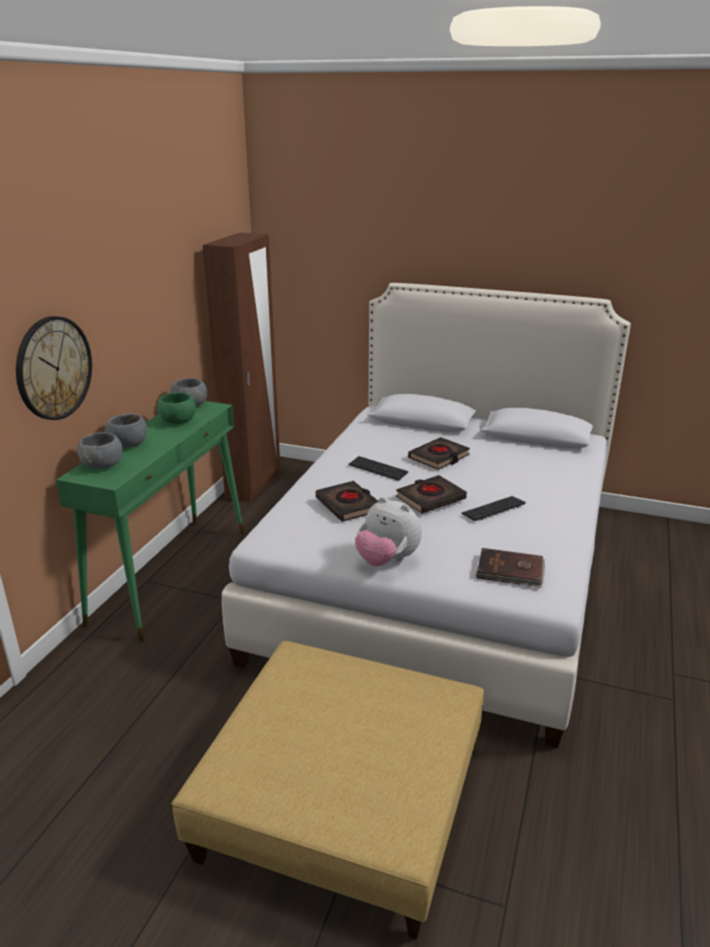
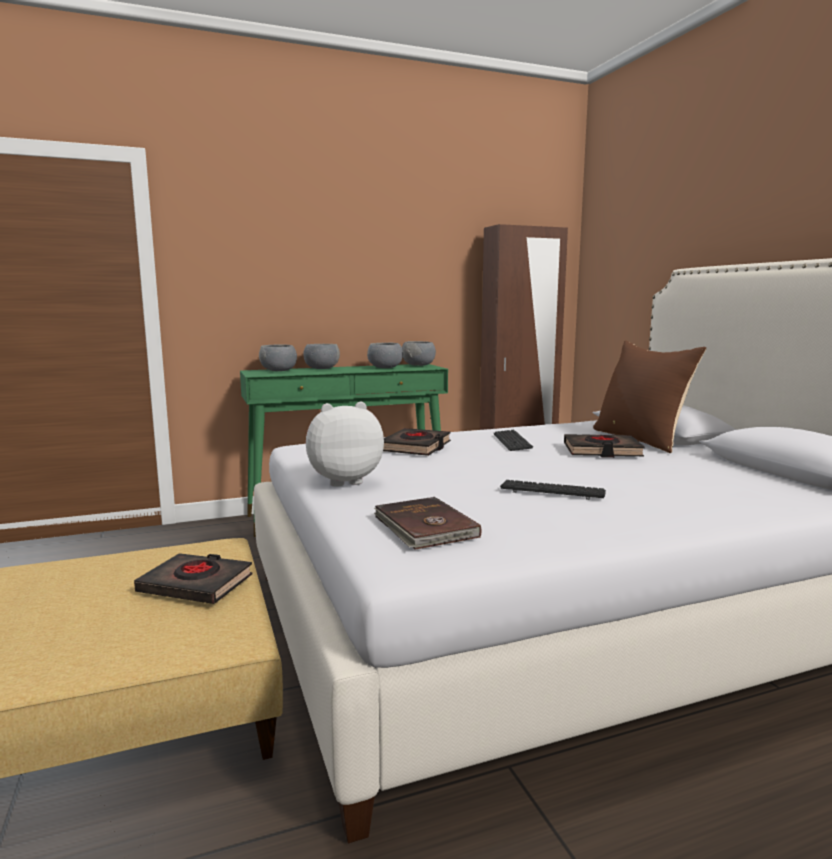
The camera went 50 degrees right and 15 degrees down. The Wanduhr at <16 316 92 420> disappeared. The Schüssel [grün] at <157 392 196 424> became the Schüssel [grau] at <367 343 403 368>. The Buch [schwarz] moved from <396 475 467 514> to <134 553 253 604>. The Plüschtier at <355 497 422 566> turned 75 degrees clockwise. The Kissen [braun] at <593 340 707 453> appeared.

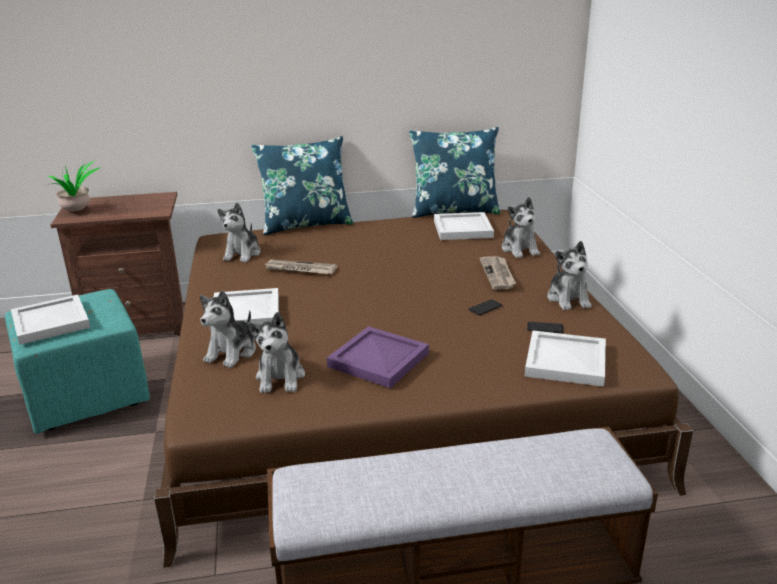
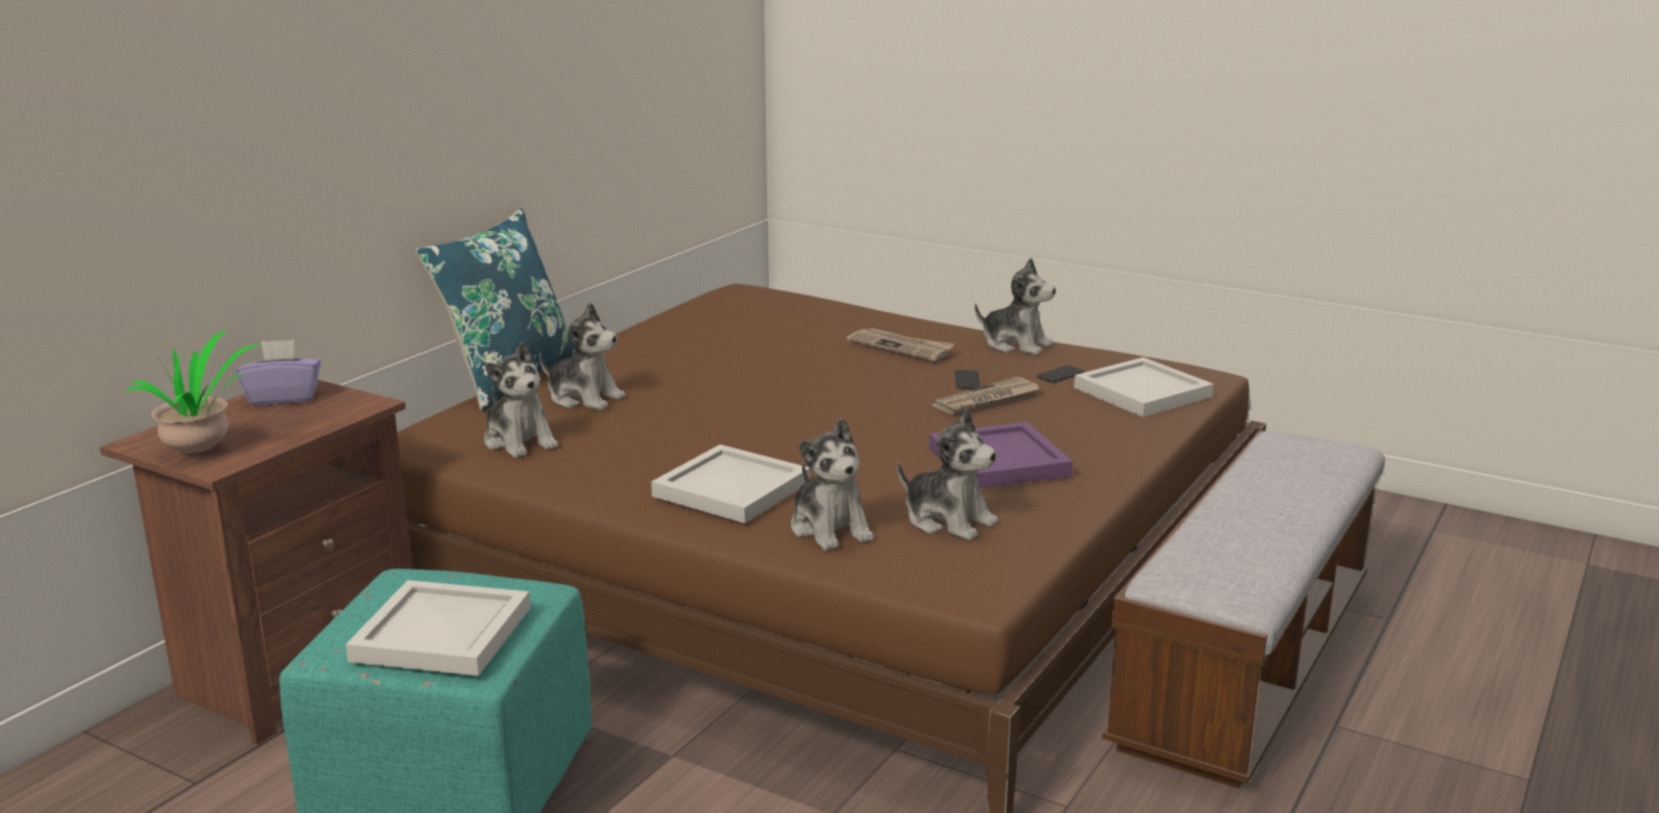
The camera went 50 degrees left and 5 degrees down. The Kissen [blau] at <409 127 501 218> disappeared. The Plüschtier moved from <502 197 540 258> to <539 303 625 410>. The Tablett [weiß] at <434 212 494 240> disappeared. The Zeitung moved from <265 259 337 274> to <931 377 1039 415>. The Taschentuchbox [lila] at <236 339 321 405> appeared.

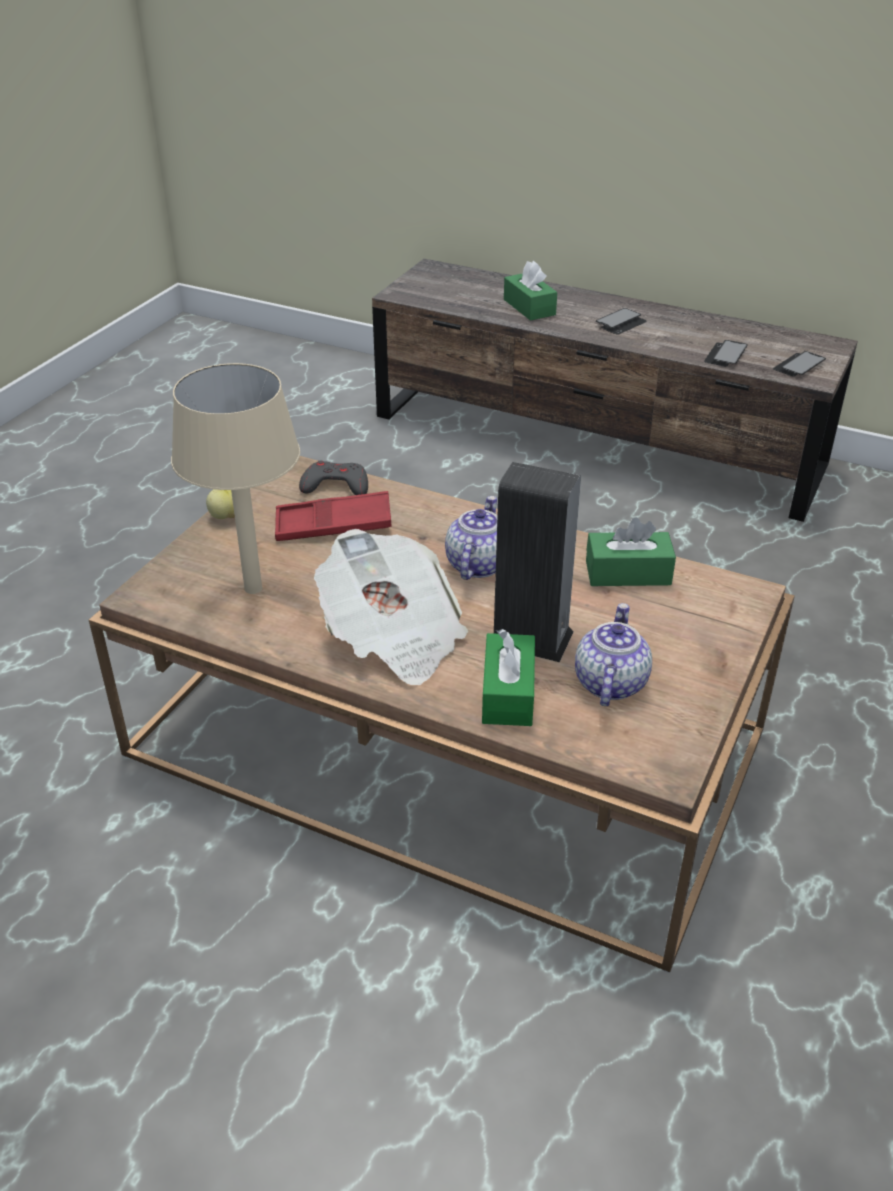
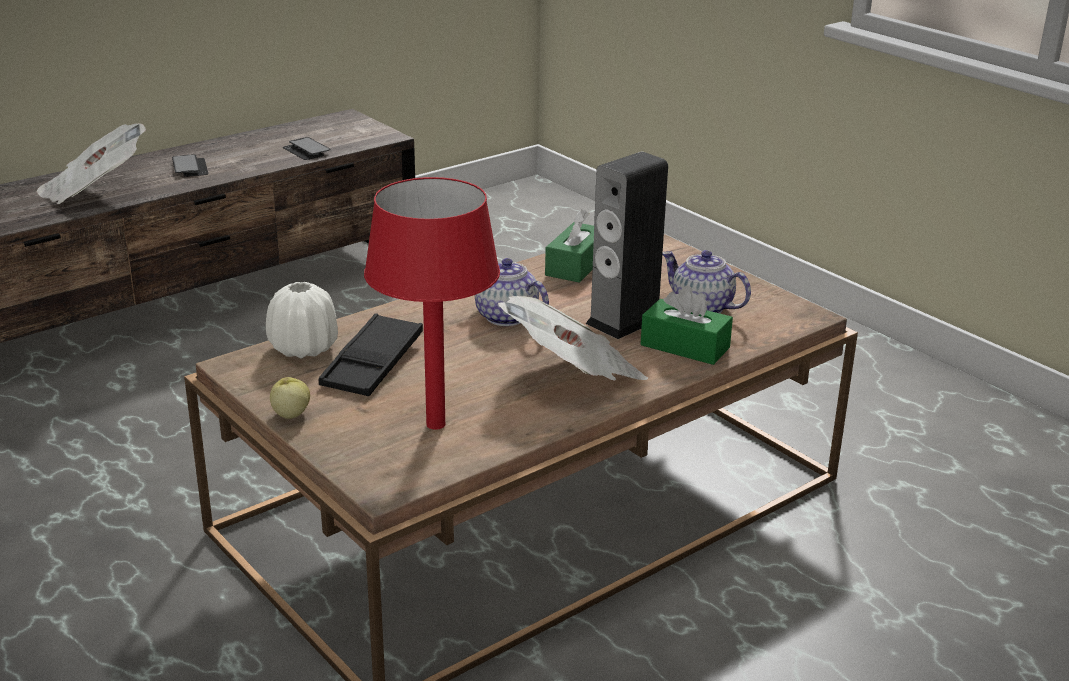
The camera went 65 degrees left and 10 degrees down. The Taschentuchbox [grün] at <504 261 557 321> was replaced by the Zeitung at <37 123 146 204>. The Handy at <773 351 826 376> disappeared. The Tischlampe [beige] at <171 363 300 594> became the Tischlampe [rot] at <364 177 500 430>. The Gamepad [grau] at <299 460 368 495> was replaced by the Vase [weiß] at <266 282 338 359>. The Tablett [rot] at <275 491 392 541> became the Tablett [schwarz] at <319 313 423 396>.

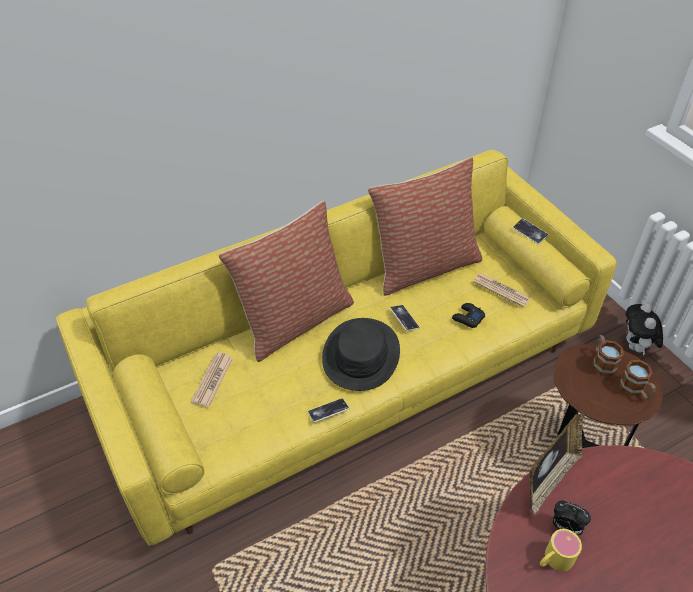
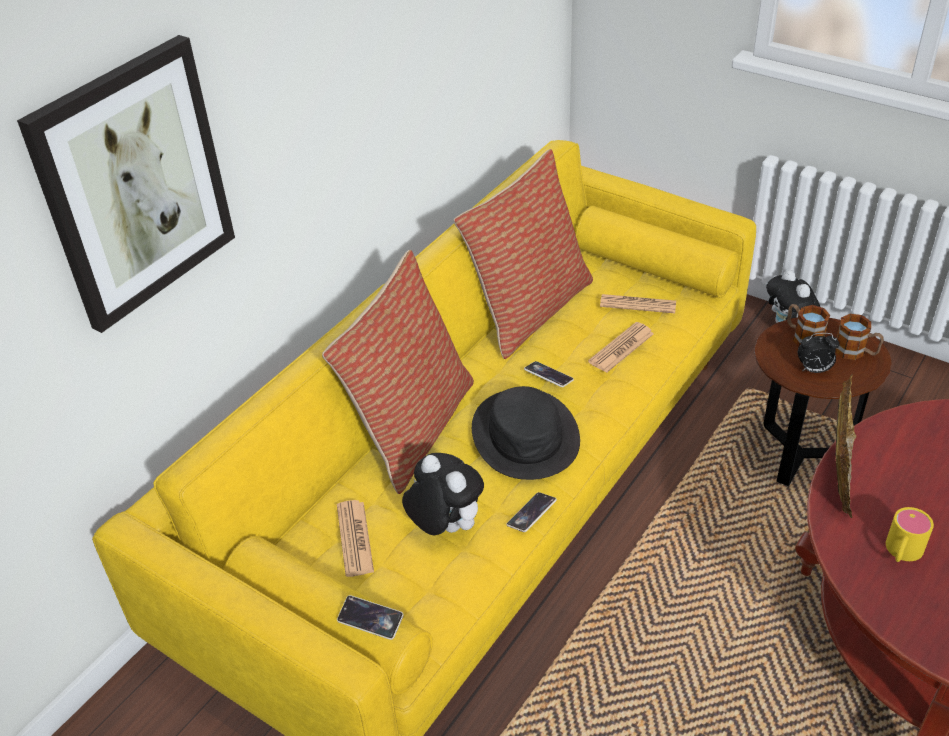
The camera went 25 degrees left and 5 degrees down. The Handy moved from <513 218 548 244> to <337 595 404 640>. The Gamepad [schwarz] at <452 303 485 328> was replaced by the Zeitung at <588 322 654 373>. The Wecker moved from <553 500 591 536> to <798 333 840 373>. The Bild at <17 35 235 333> appeared. The Plüschtier at <402 453 484 535> appeared.

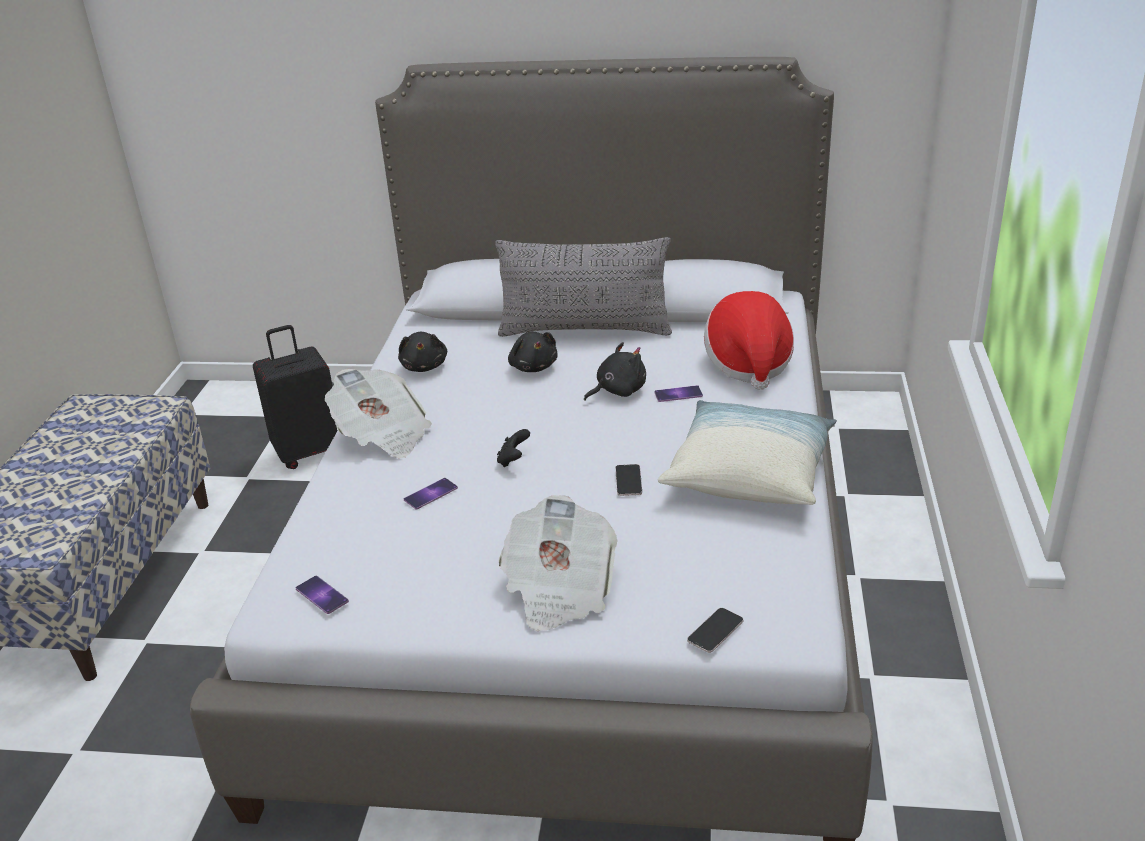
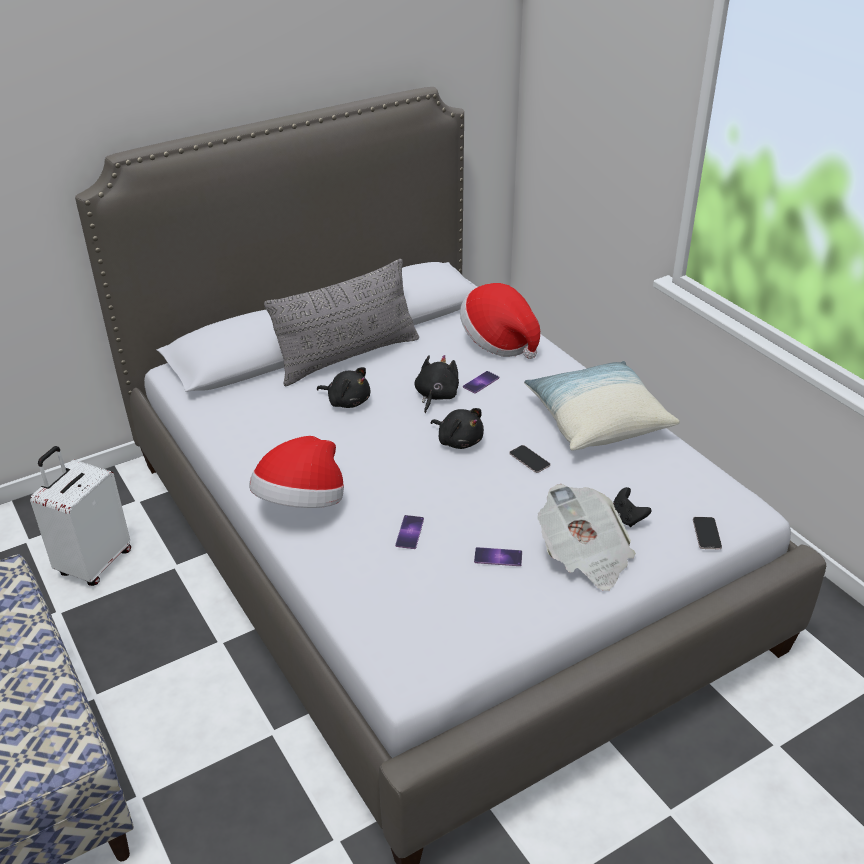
The camera went 40 degrees left and 5 degrees up. The Koffer [schwarz] at <253 325 338 469> became the Koffer [weiß] at <30 446 131 586>. The Plüschtier [schwarz] moved from <398 332 447 372> to <431 408 484 449>. The Zeitung at <325 368 432 458> was replaced by the Hut at <249 436 344 508>. The Gamepad [schwarz] moved from <497 429 530 467> to <613 487 652 527>. The Handy moved from <296 576 349 614> to <474 547 522 566>.

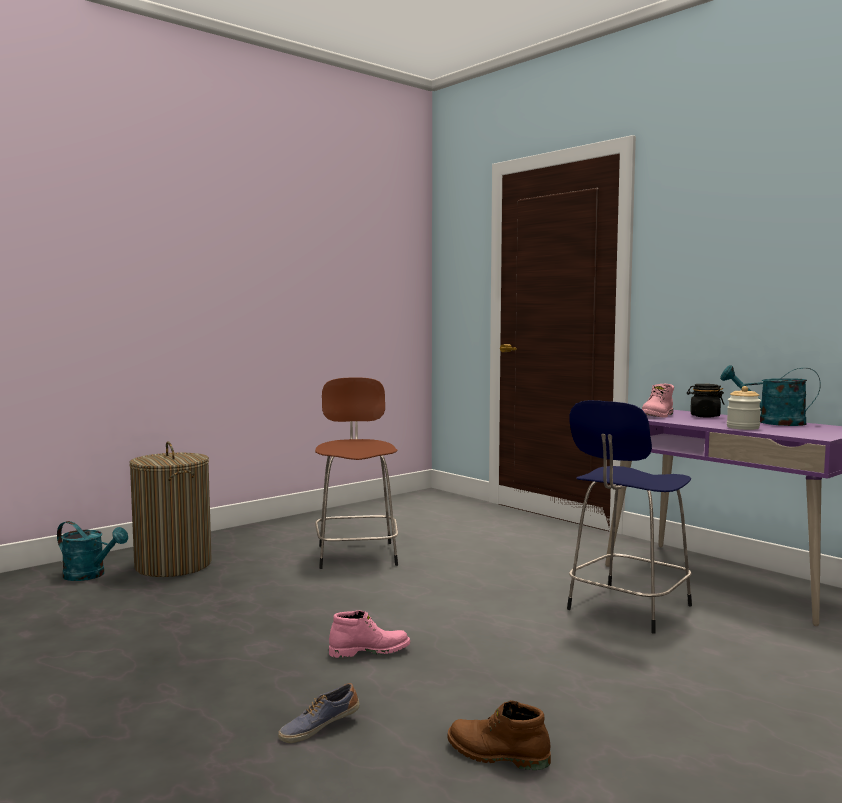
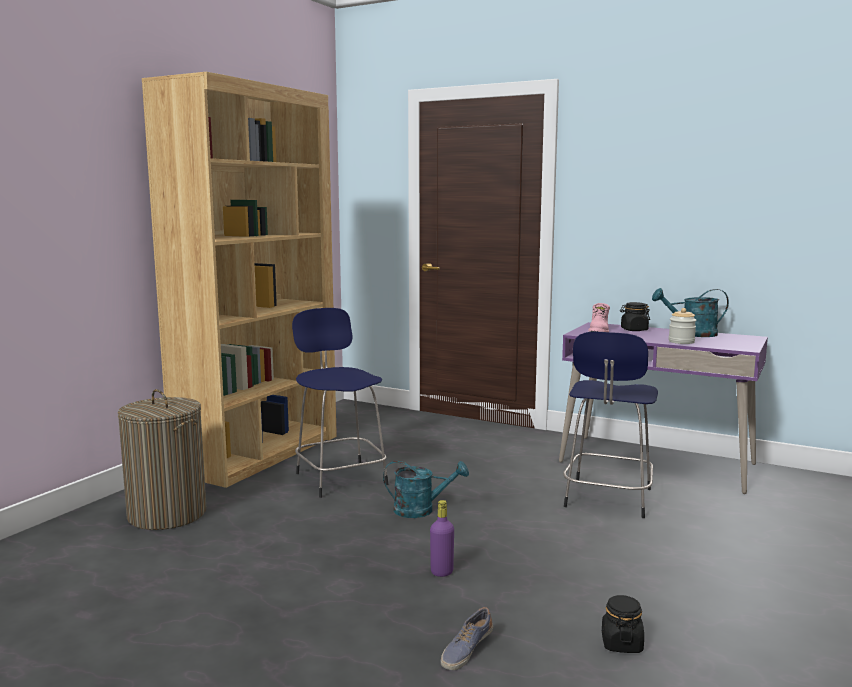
The camera went 20 degrees left and 5 degrees up. The Hocker [braun] at <315 378 398 569> became the Hocker [blau] at <292 308 388 498>. The Gießkanne [türkis] moved from <57 521 128 581> to <383 461 469 518>. The Stiefel [rosa] at <329 610 410 658> was replaced by the Flasche [lila] at <430 500 454 577>. The Stiefel [braun] at <447 700 551 770> was replaced by the Vorratsglas [schwarz] at <602 595 644 653>. The Bücherregal [braun] at <142 72 337 488> appeared.

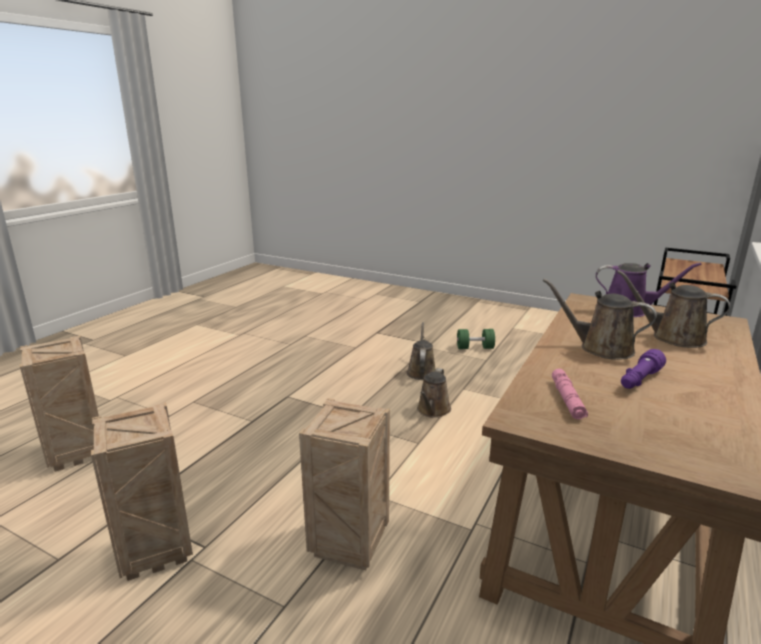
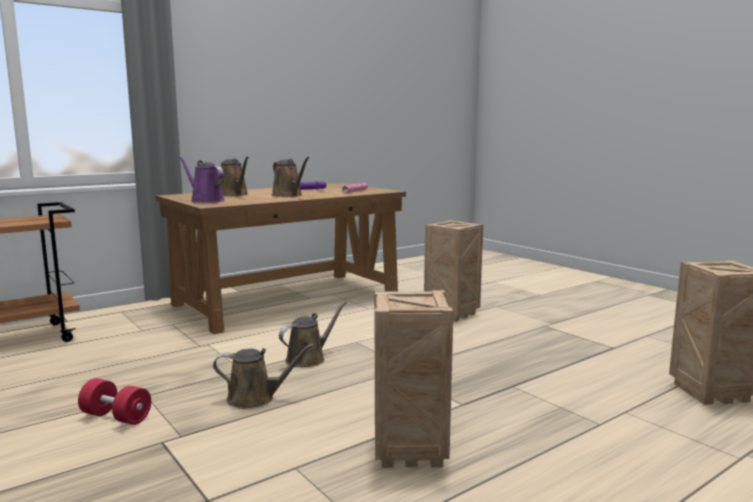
The camera went 155 degrees left and 10 degrees down. The Gießkanne [braun] at <407 322 435 380> turned 120 degrees counterclockwise. The Hantel [grün] at <457 329 495 349> became the Hantel [rot] at <78 378 151 425>. The Kiste moved from <91 402 193 581> to <375 290 453 468>.

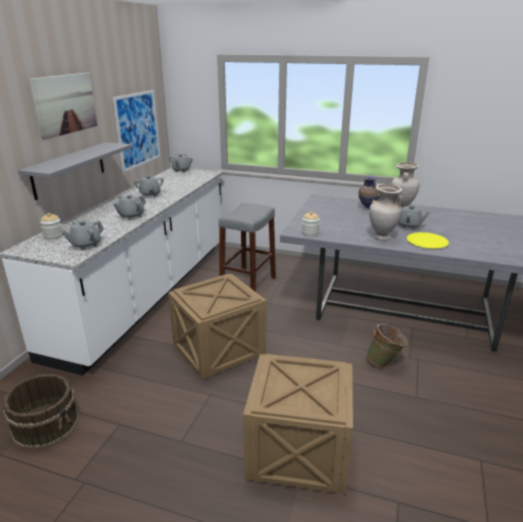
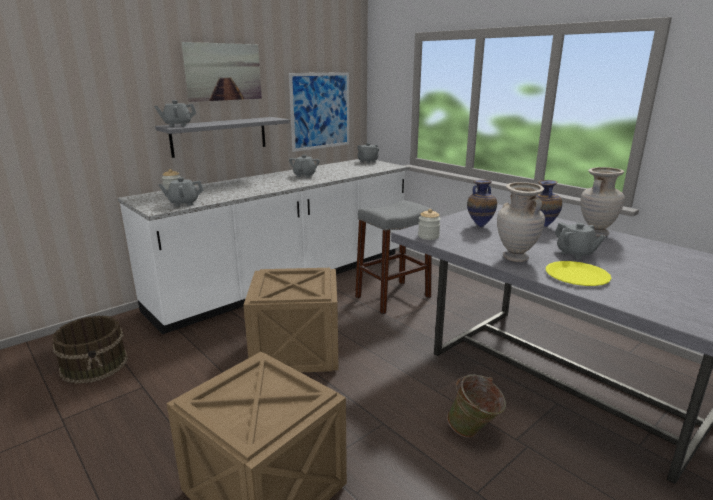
The camera went 30 degrees right and 5 degrees down. The Teekanne [grau] moved from <113 195 146 220> to <154 100 196 127>. The Vase at <467 180 497 227> appeared.

